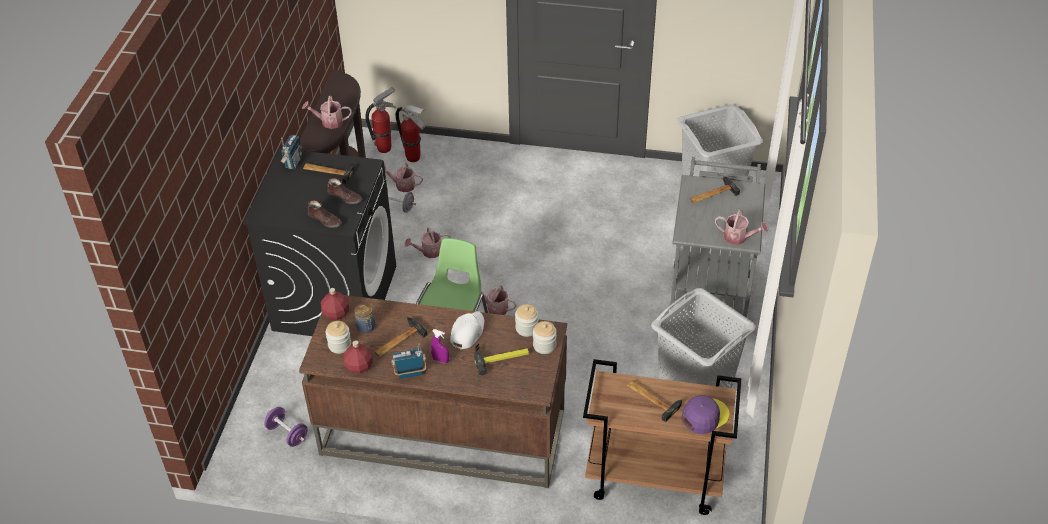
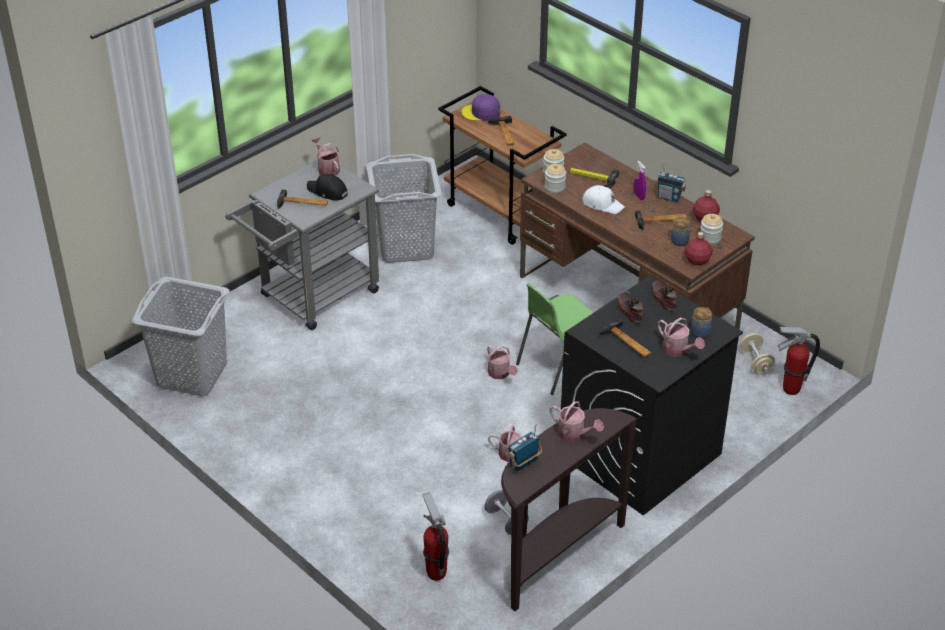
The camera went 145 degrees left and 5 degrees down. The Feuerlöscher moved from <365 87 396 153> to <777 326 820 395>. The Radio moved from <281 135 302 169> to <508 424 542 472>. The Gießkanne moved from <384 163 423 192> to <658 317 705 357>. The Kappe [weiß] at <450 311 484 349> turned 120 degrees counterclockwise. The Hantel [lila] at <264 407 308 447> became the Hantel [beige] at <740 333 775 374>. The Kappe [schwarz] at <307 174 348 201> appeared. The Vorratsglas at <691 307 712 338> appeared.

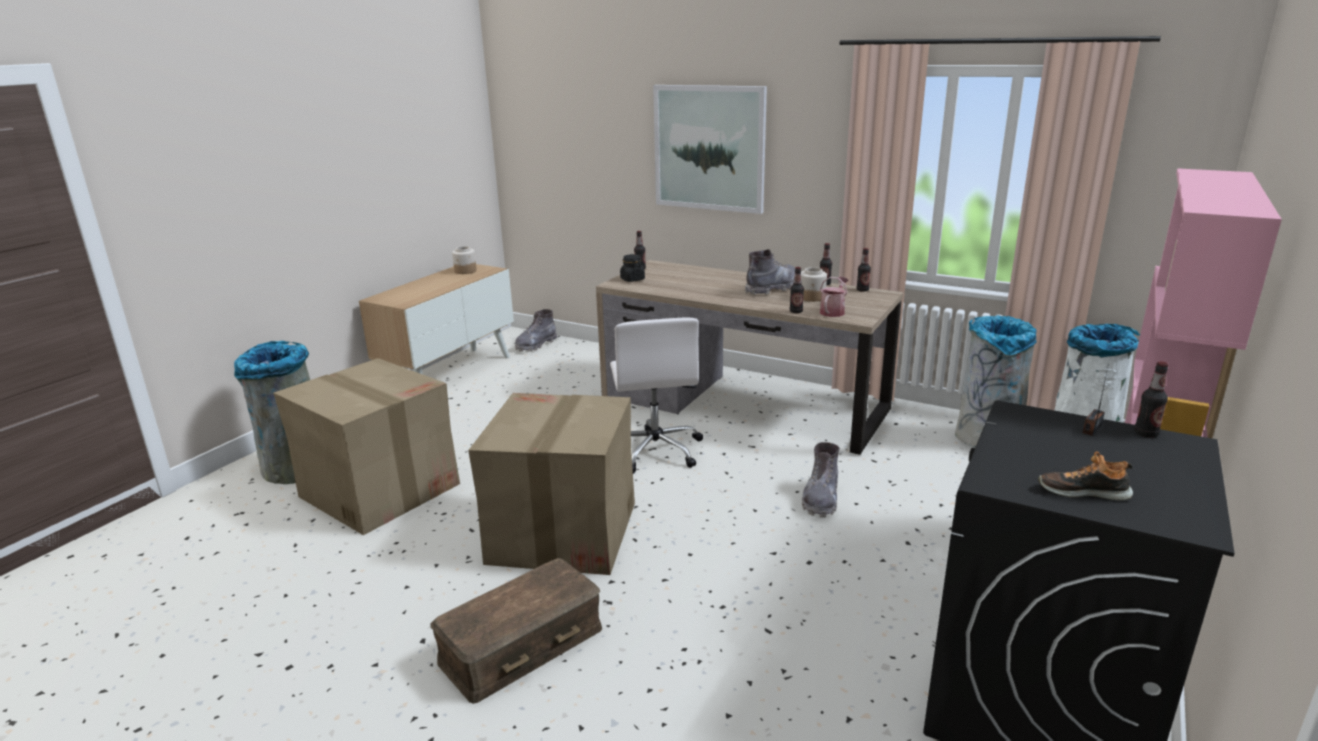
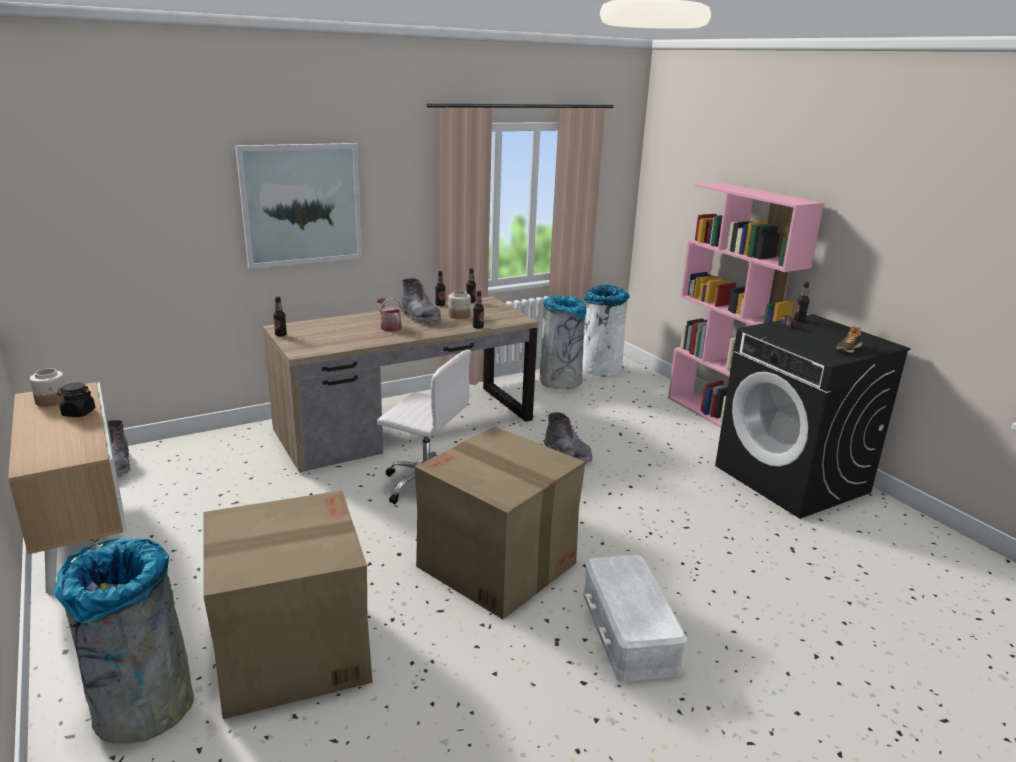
The camera went 60 degrees left and 0 degrees up. The Stiefel [grau] at <745 249 795 295> turned 150 degrees clockwise. The Vorratsglas [schwarz] moved from <620 254 645 282> to <57 382 95 417>. The Gießkanne moved from <820 277 848 317> to <377 298 402 332>. The Aufbewahrungsbox [braun] at <430 558 602 704> became the Aufbewahrungsbox [weiß] at <583 555 687 682>.

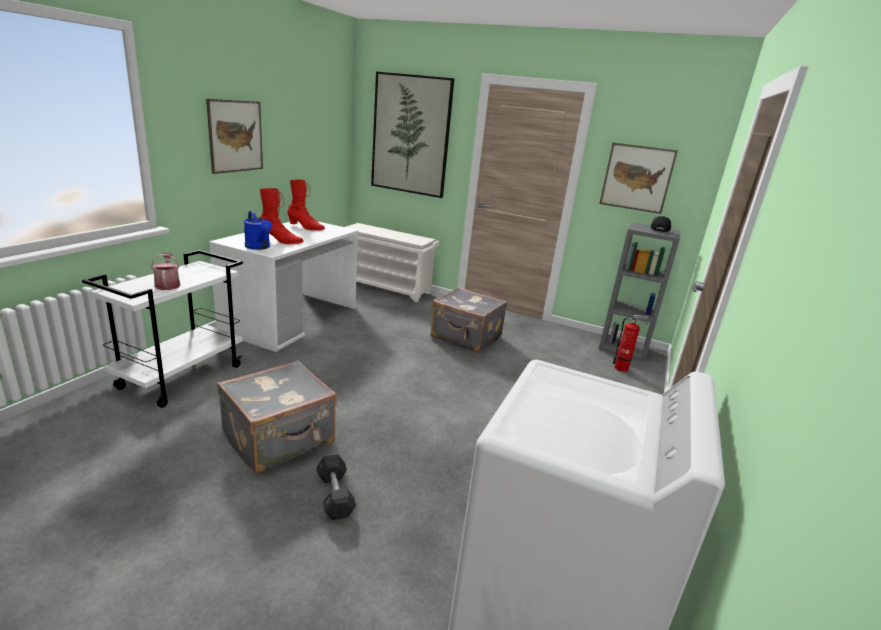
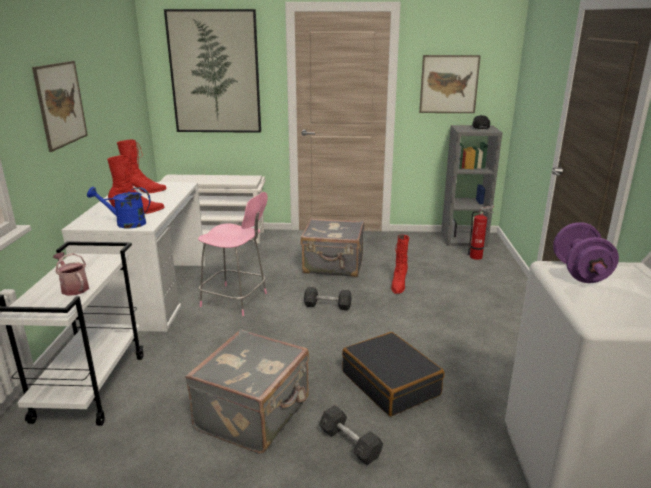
The camera went 20 degrees left and 0 degrees up. The Gießkanne [blau] at <244 211 272 250> turned 150 degrees clockwise. The Stuhl [rosa] at <198 192 268 316> appeared. The Hantel [lila] at <553 222 619 283> appeared. The Stiefel [rot] at <391 235 409 294> appeared. The Hantel [grau] at <304 287 352 310> appeared. The Koffer [schwarz] at <342 332 445 416> appeared.

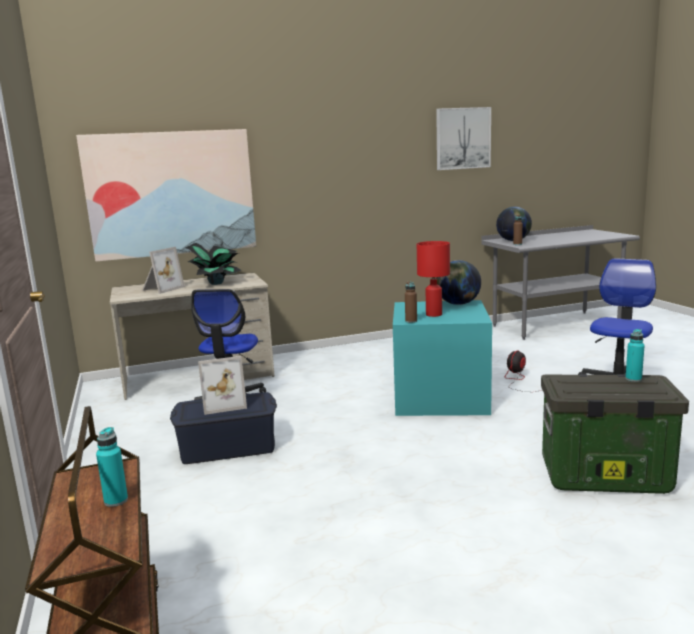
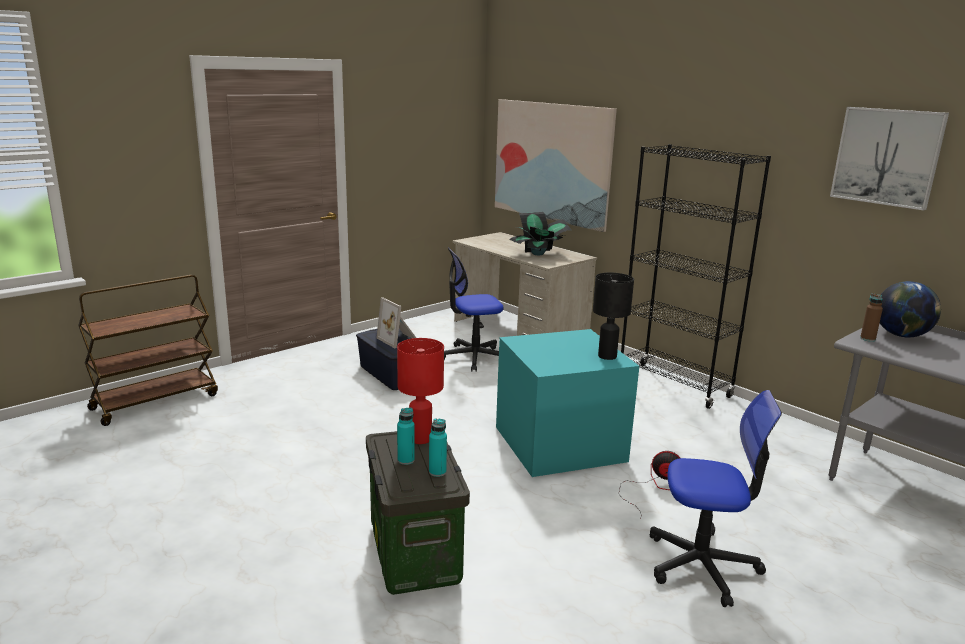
The camera went 65 degrees right and 5 degrees up. The Tischlampe [rot] moved from <417 241 450 317> to <397 338 444 444>. The Bilderrahmen at <142 247 185 294> disappeared. The Globus at <436 260 481 305> was replaced by the Tischlampe [schwarz] at <593 272 634 360>. The Flasche [braun] at <405 281 417 323> disappeared. The Flasche [türkis] moved from <96 427 128 507> to <397 408 415 465>. The Bücherregal [schwarz] at <621 144 771 409> appeared.

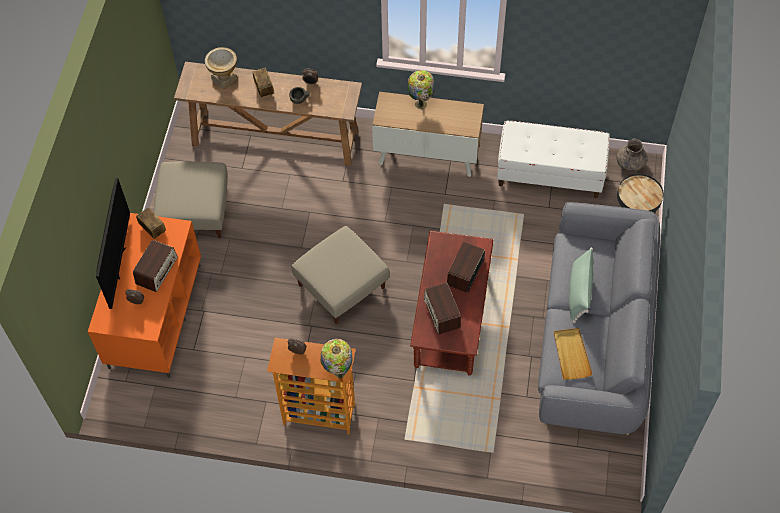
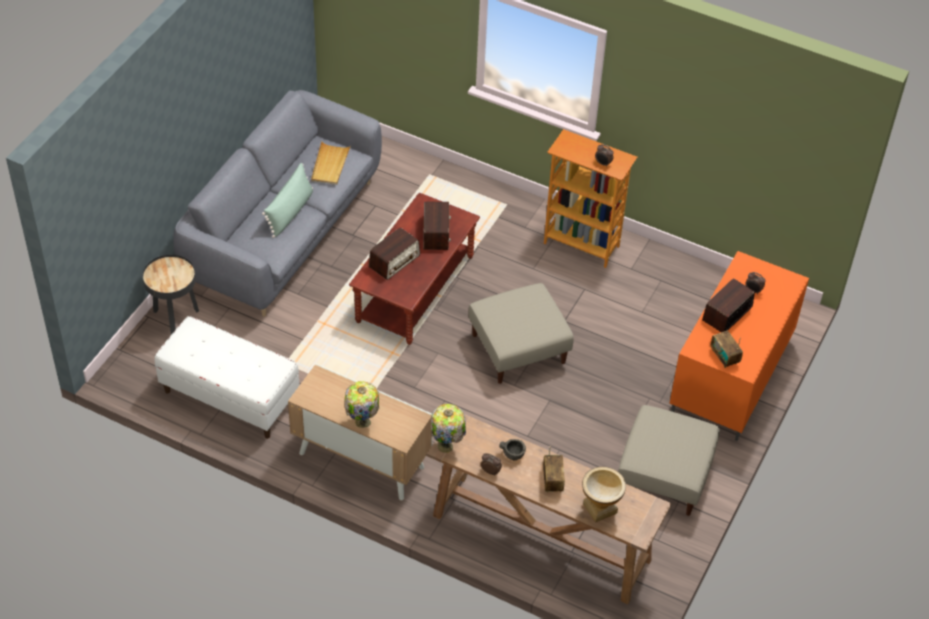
The camera went 165 degrees left and 10 degrees down. The Vase [grau] at <616 139 648 172> disappeared. The Fernseher at <96 178 130 309> disappeared. The Tischlampe moved from <320 339 352 378> to <431 404 466 453>.

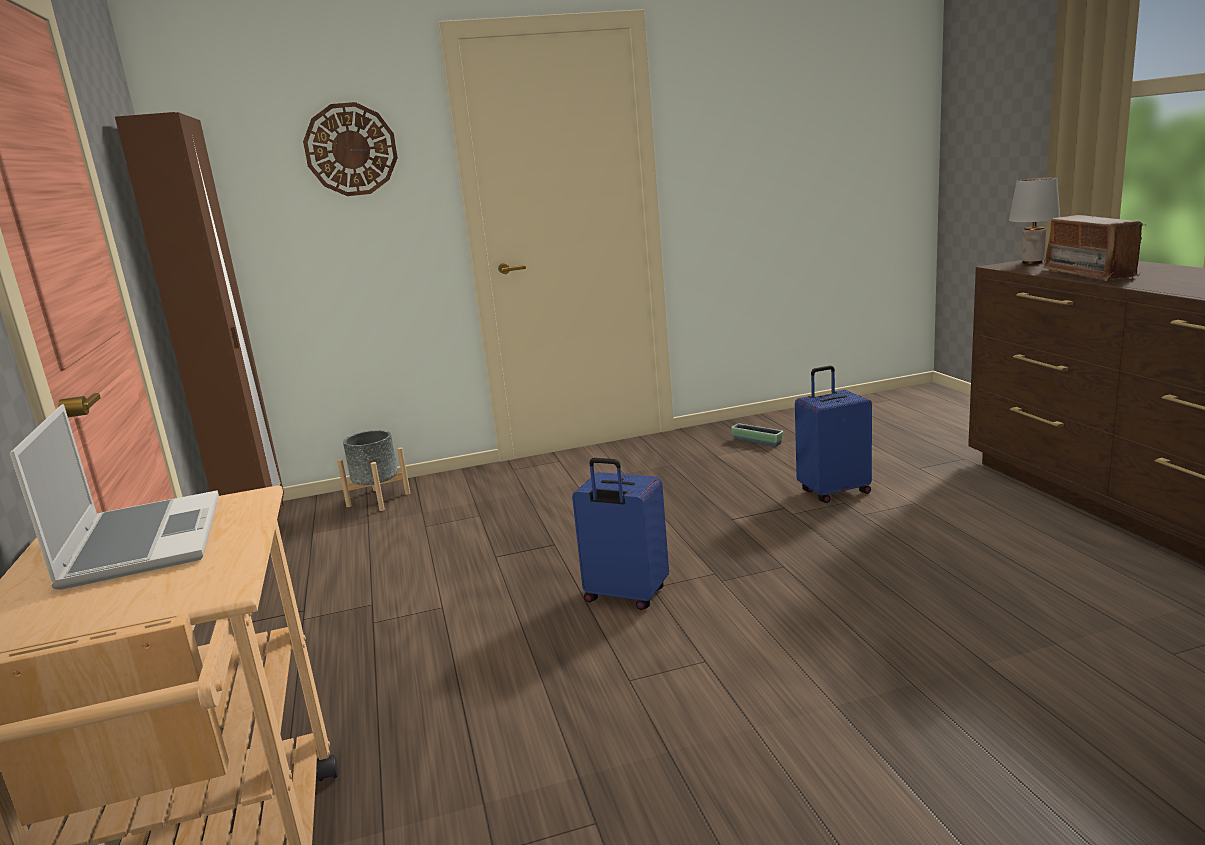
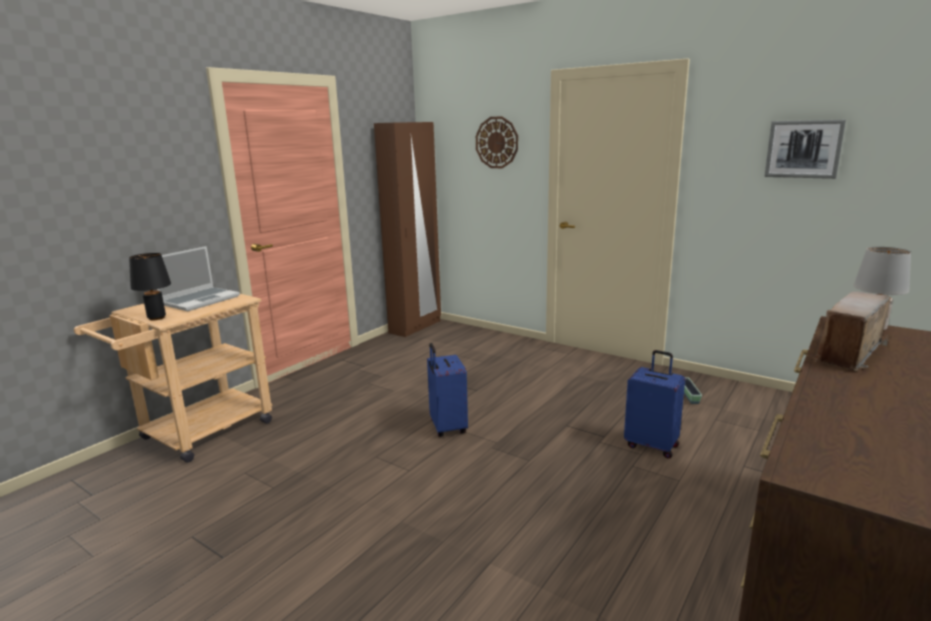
The camera went 50 degrees right and 0 degrees up. The Pflanzkübel [grau] at <337 430 410 511> disappeared. The Bild at <764 120 846 179> appeared. The Tischlampe [schwarz] at <129 253 171 320> appeared.

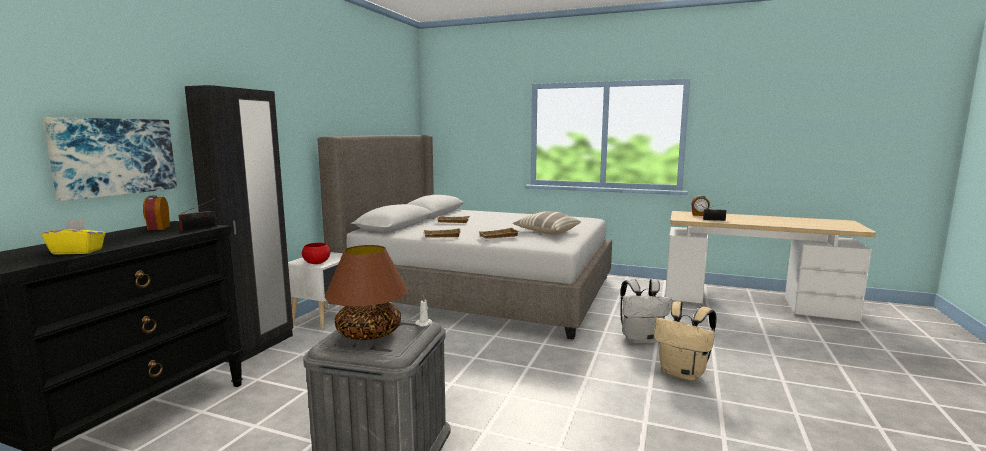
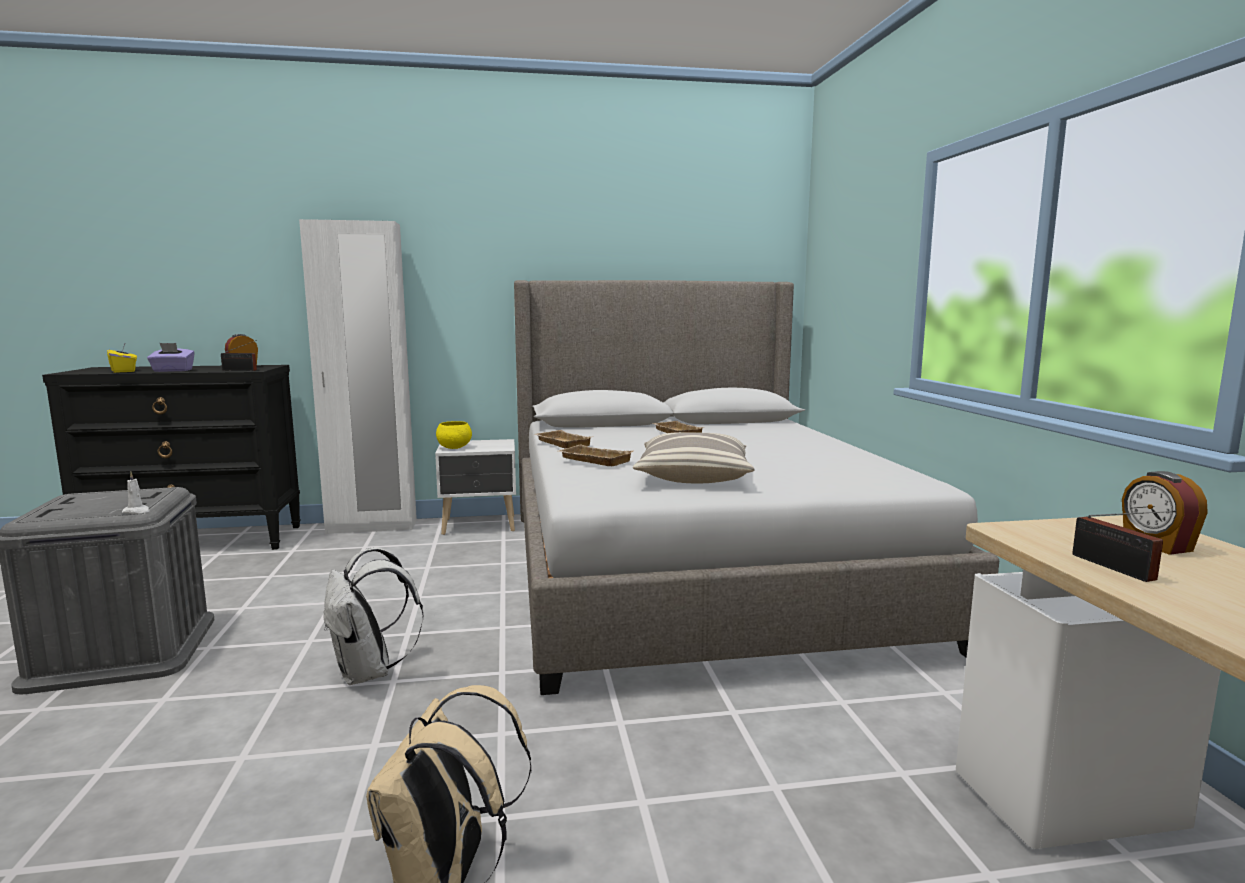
The camera went 60 degrees right and 0 degrees up. The Kleiderschrank [schwarz] at <185 85 293 363> became the Kleiderschrank [weiß] at <299 219 417 534>. The Bild at <43 117 177 201> disappeared. The Schüssel [rot] at <302 243 330 264> became the Schüssel [gelb] at <436 421 472 449>. The Tischlampe [braun] at <325 245 408 340> disappeared. The Rucksack [weiß] moved from <620 279 672 344> to <324 547 424 685>. The Taschentuchbox [lila] at <147 343 195 372> appeared.

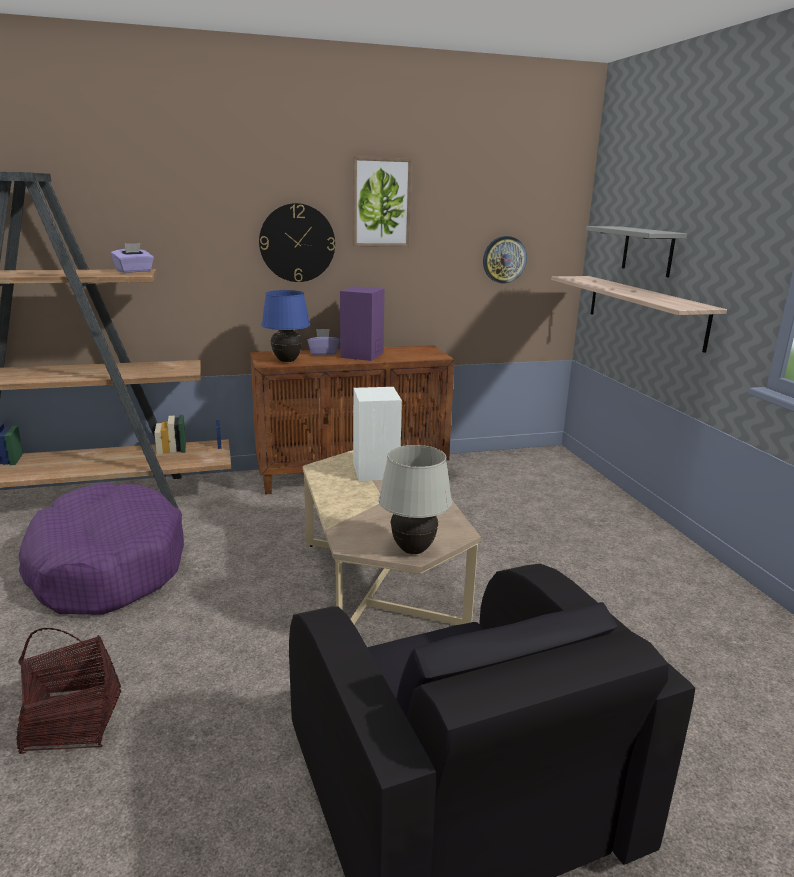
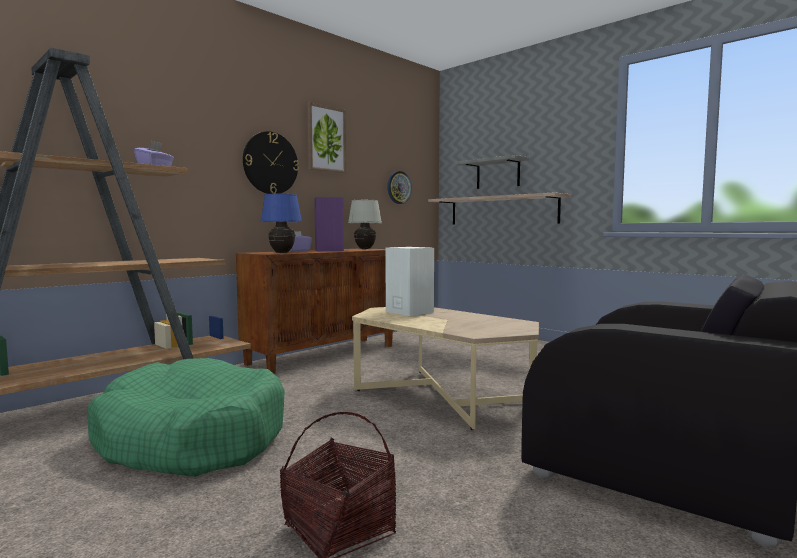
The camera went 30 degrees left and 15 degrees down. The Tischlampe [weiß] moved from <378 445 452 554> to <348 200 382 249>. The Hundebett [lila] at <19 482 184 615> became the Hundebett [grün] at <88 358 285 477>.

